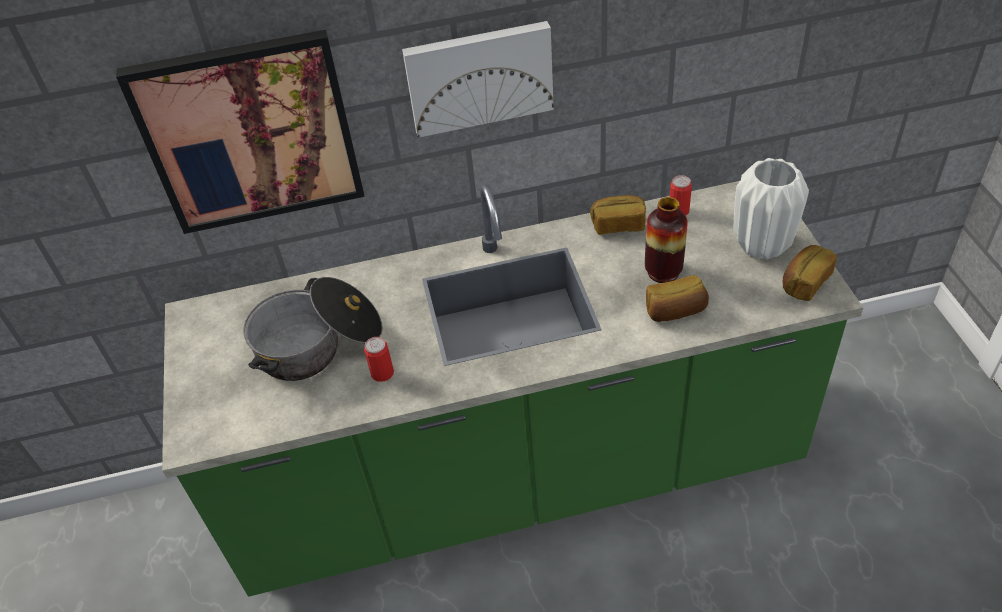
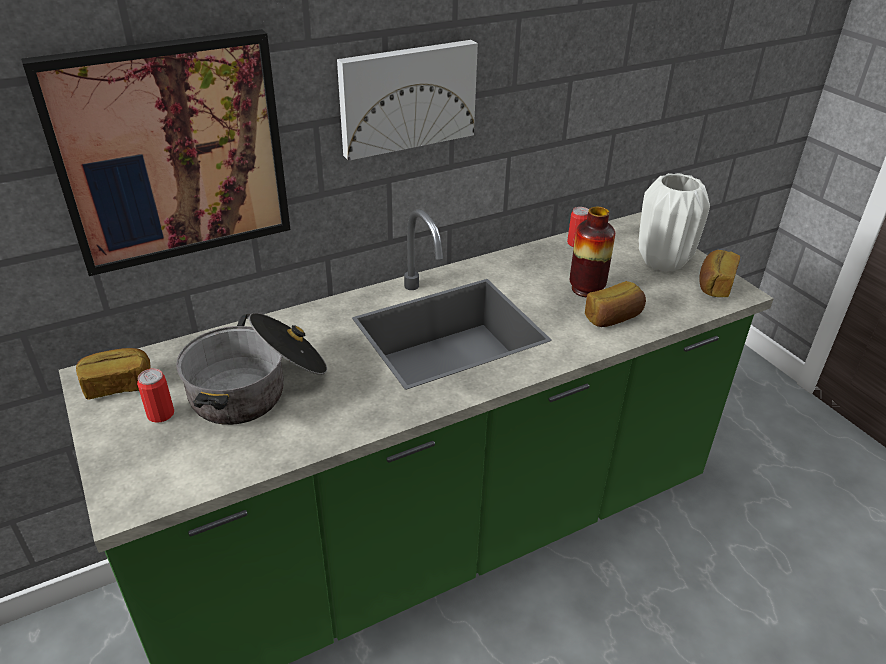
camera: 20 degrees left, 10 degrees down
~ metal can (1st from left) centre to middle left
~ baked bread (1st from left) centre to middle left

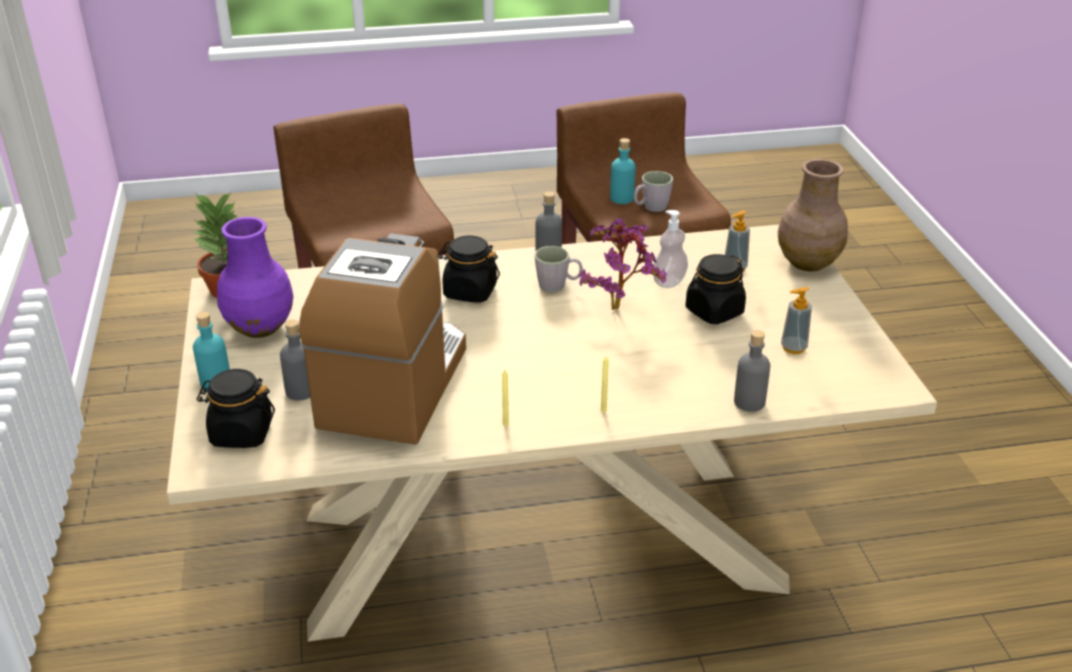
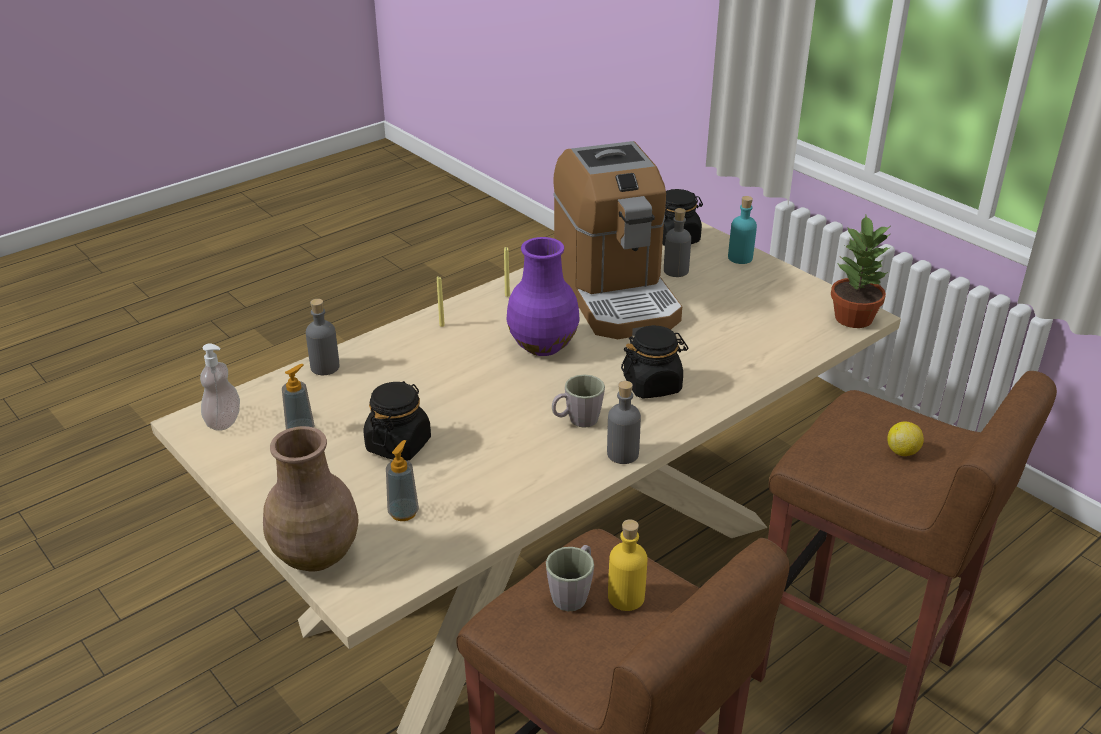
camera: 150 degrees right, 0 degrees up
~ purple-coloured flower vase middle left to centre
- plant in a pot (2nd from left) centre
~ turquoise-coloured beverage bottle (2nd from left) top centre to yellowish beverage bottle bottom centre
~ soap dispenser (1st from left) centre to middle left
+ lemon middle right

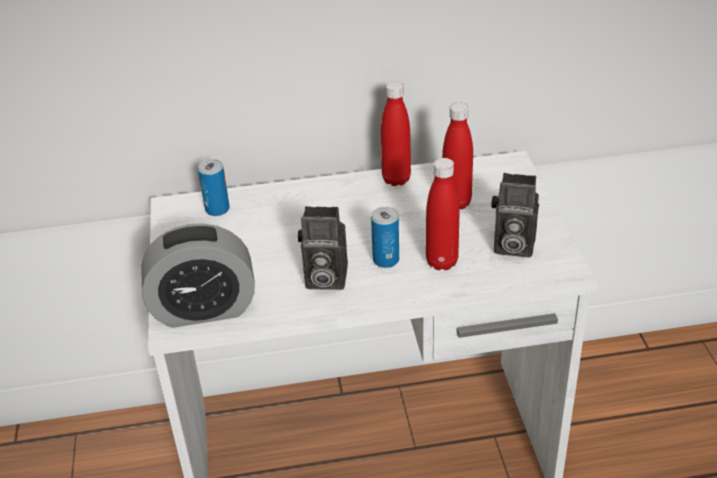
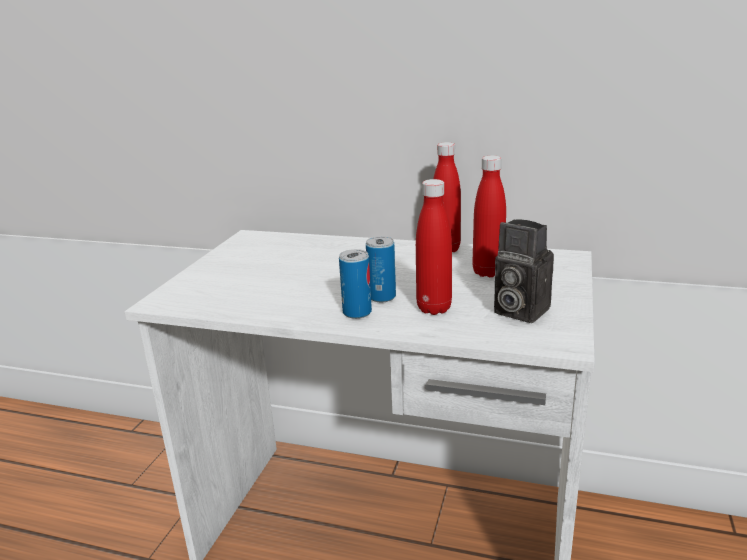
camera: 25 degrees right, 15 degrees down
- bedside clock middle left
~ metal can (1st from left) middle left to centre
- photo camera (1st from left) centre

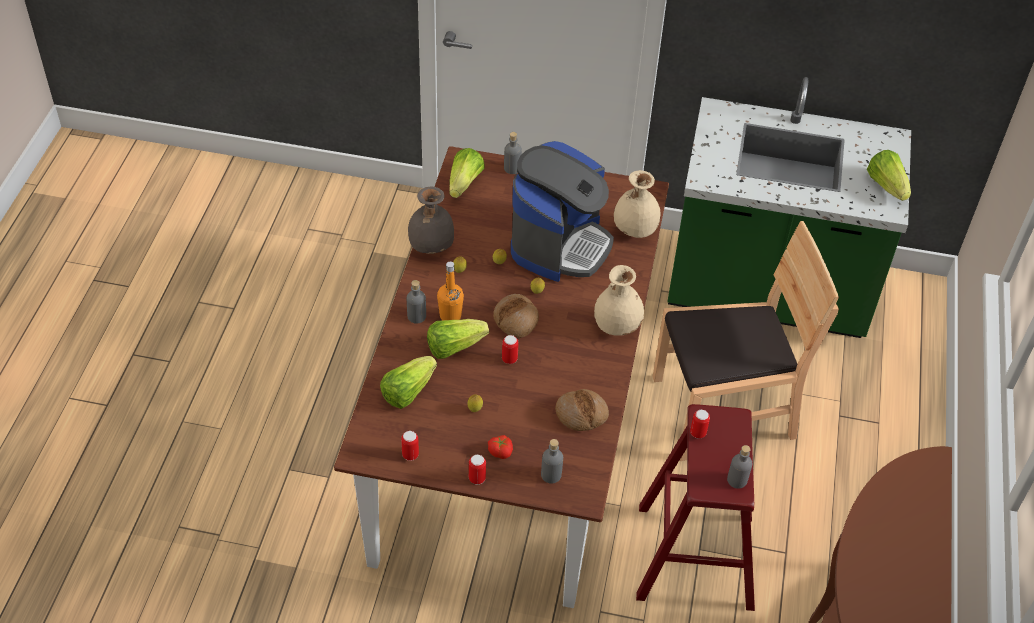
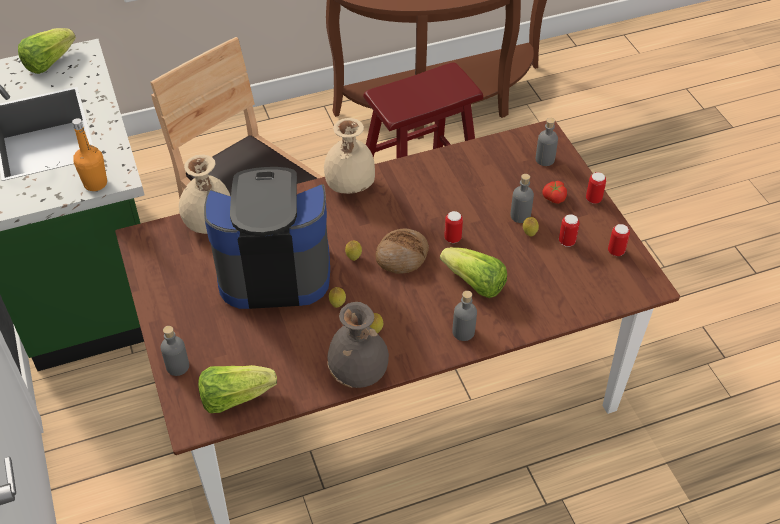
camera: 120 degrees left, 0 degrees up
- lettuce (1st from left) centre
~ orange-coloured beverage bottle centre to top left
- baked bread (2nd from left) centre
~ metal can (4th from left in the first image) bottom right to metal can (2nd from left) middle right
~ gray beverage bottle (4th from left in the first image) bottom right to gray beverage bottle (3rd from left) middle right

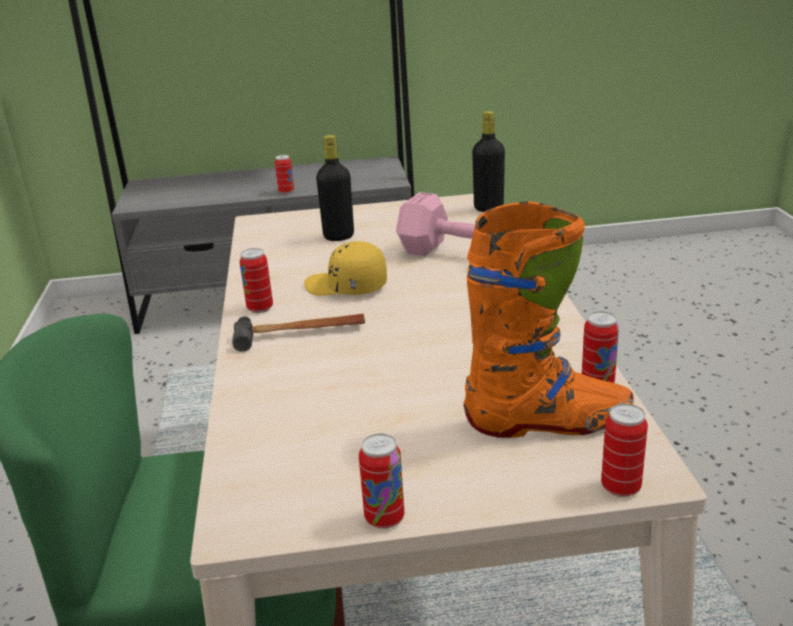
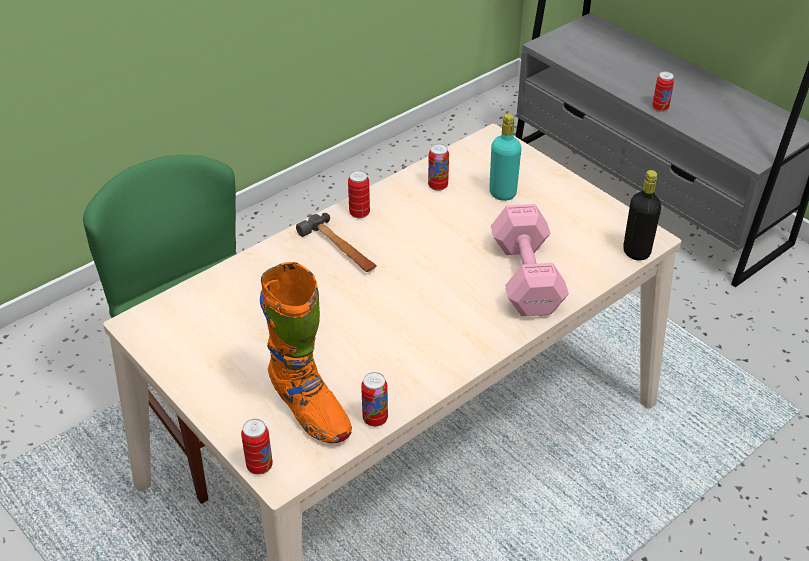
camera: 55 degrees right, 15 degrees up
- yellowish peaked cap centre
~ blackish beverage bottle (1st from left) top centre to turquoise-coloured beverage bottle top centre
~ metal can (3rd from left in the first image) bottom centre to metal can (4th from left) top centre

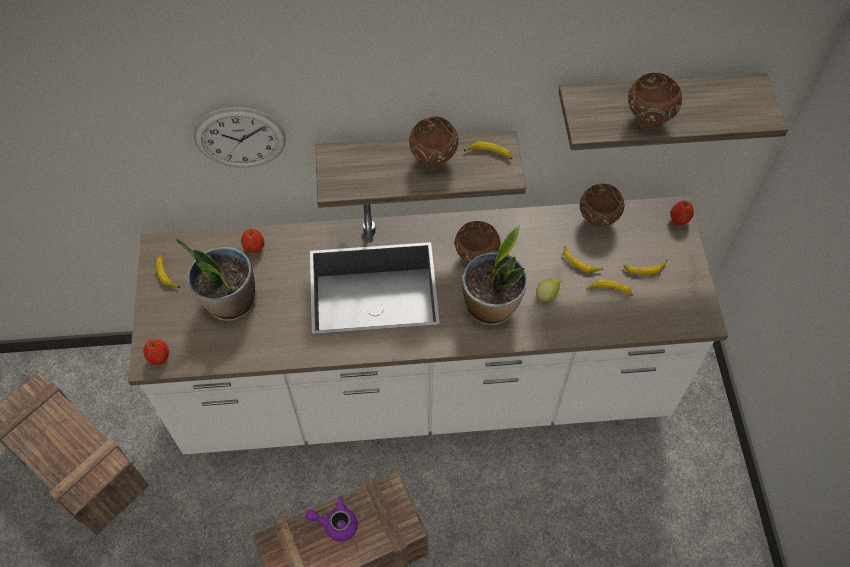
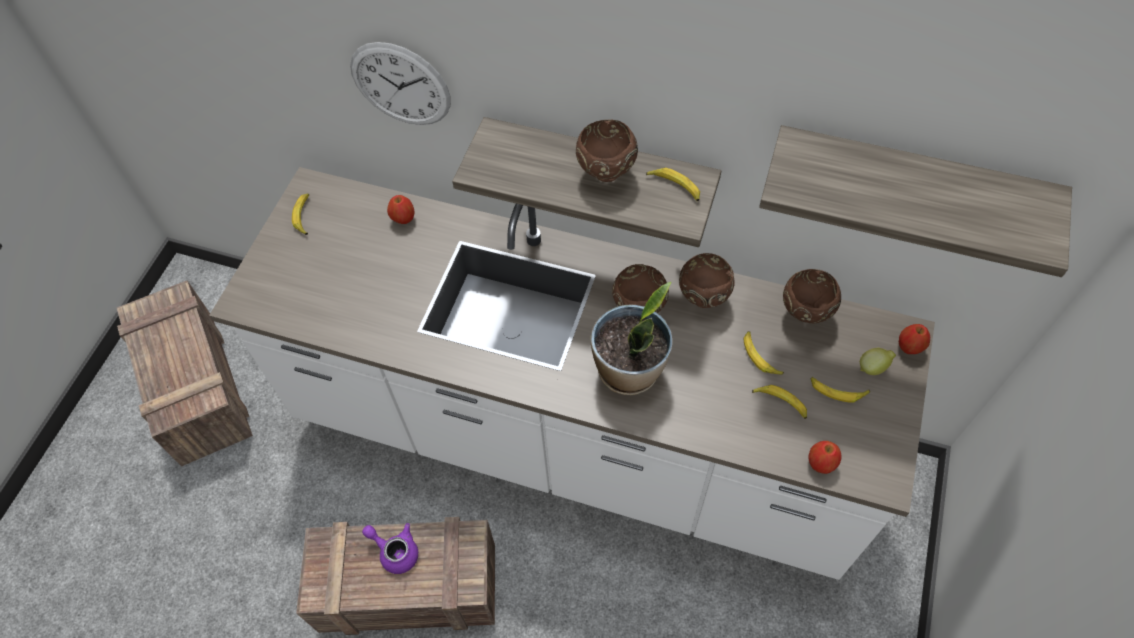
camera: 25 degrees right, 0 degrees up
~ apple fruit (1st from left in the first image) middle left to apple fruit (2nd from left) bottom right
- plant in a pot (1st from left) middle left
~ lemon centre to middle right
~ brownish deep dish (4th from left in the first image) top right to brownish deep dish (3rd from left) centre

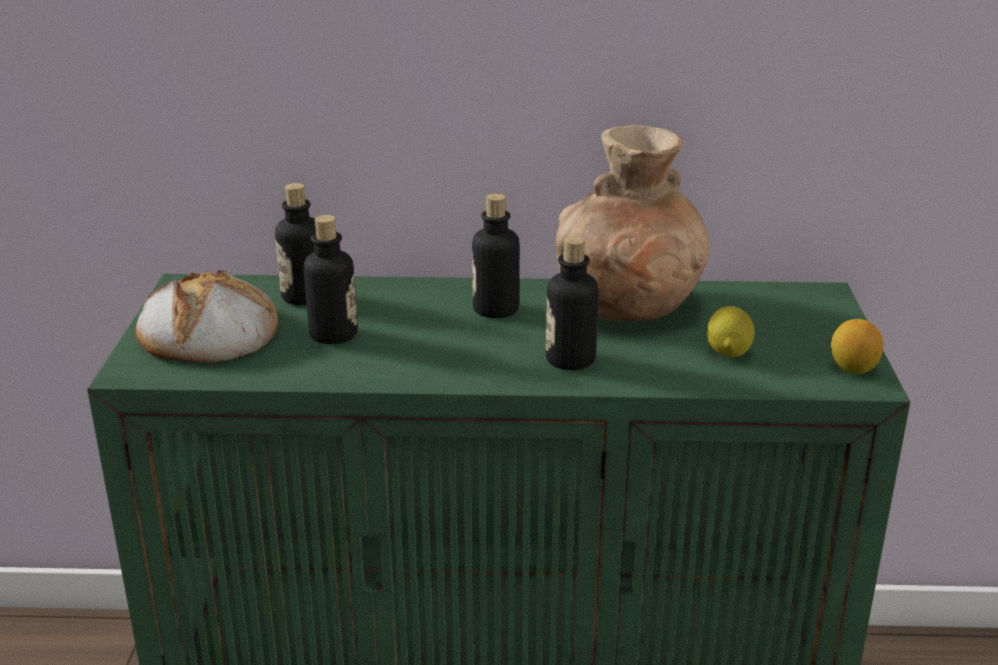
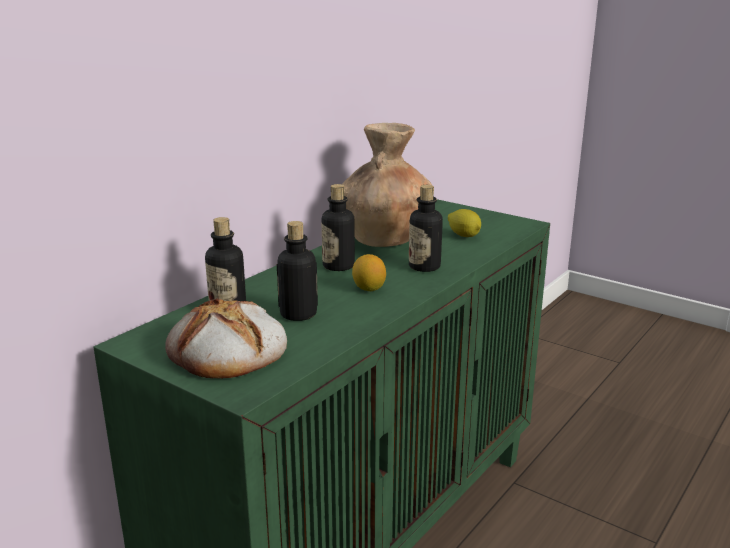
camera: 55 degrees left, 5 degrees down
~ lemon (2nd from left in the first image) middle right to lemon (1st from left) centre

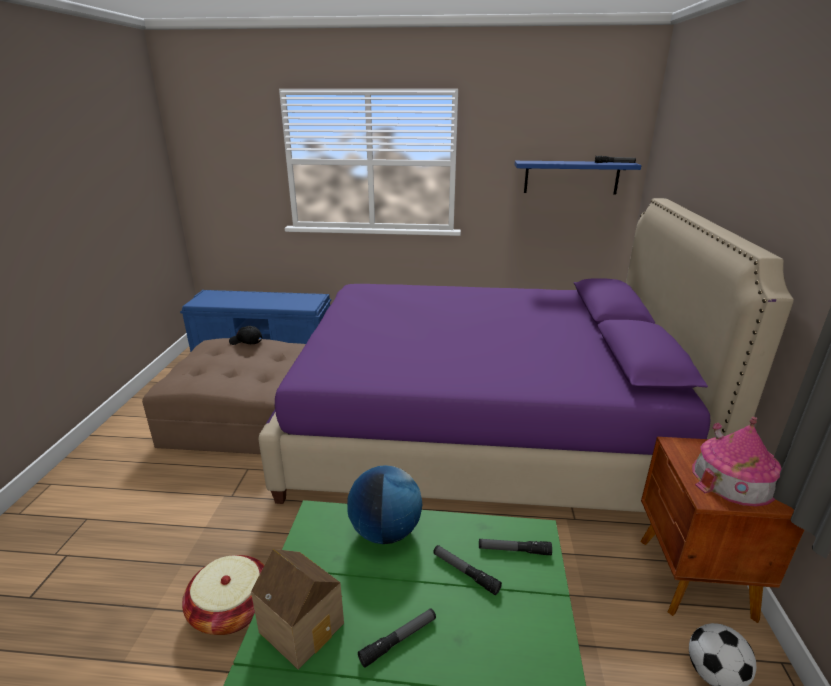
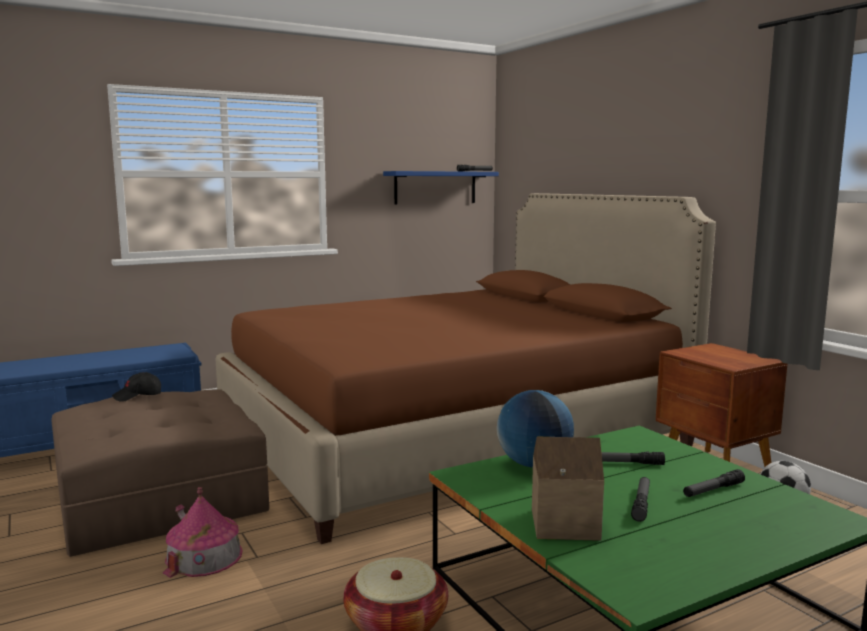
camera: 35 degrees left, 15 degrees down
~ purple-coloured bedroom bed centre to brownish bedroom bed centre
~ hand torch (3rd from left in the first image) bottom centre to hand torch (4th from left) bottom right
~ miniature house (2nd from left in the first image) bottom right to miniature house (1st from left) bottom left

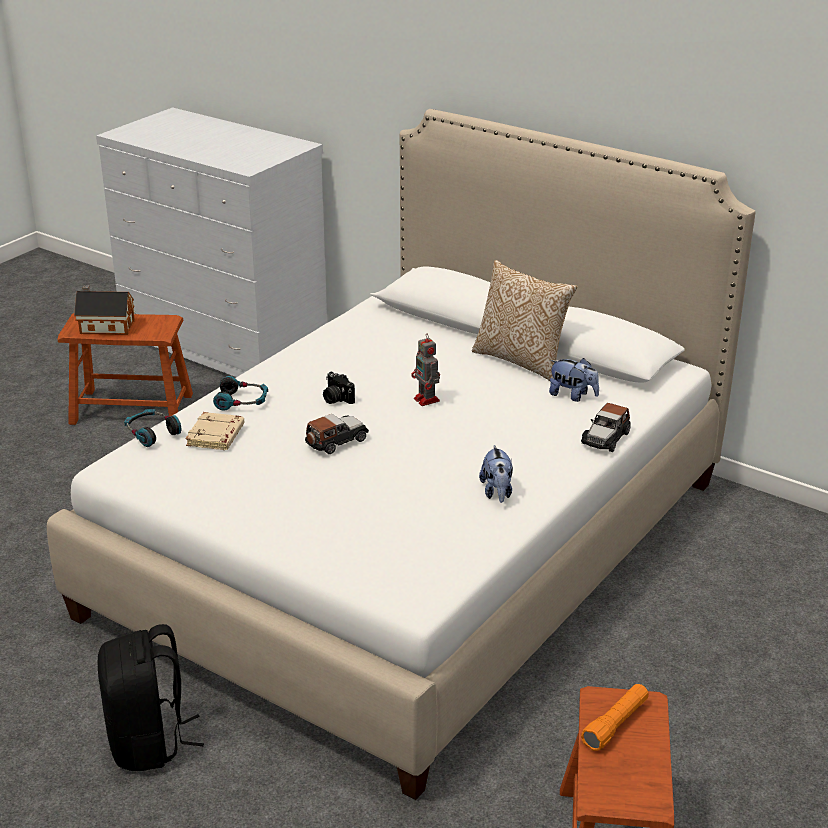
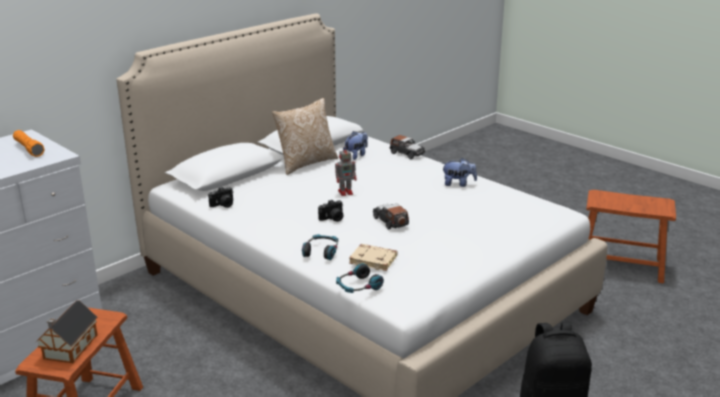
camera: 80 degrees left, 5 degrees down
~ orange-coloured hand torch bottom right to middle left
+ photo camera (1st from left) middle left

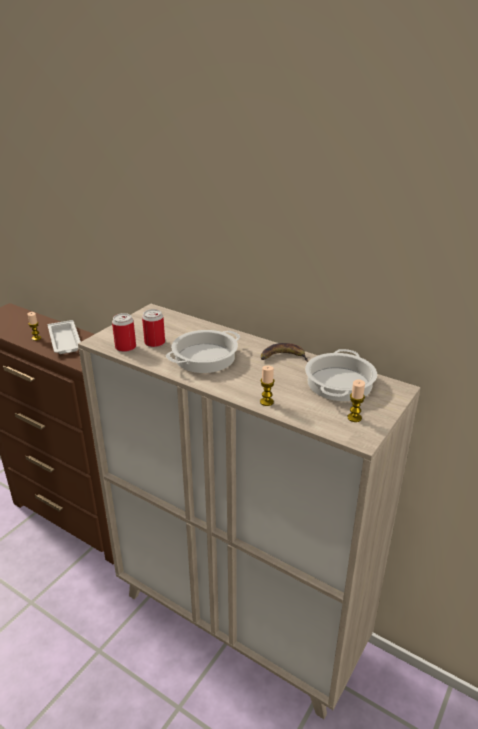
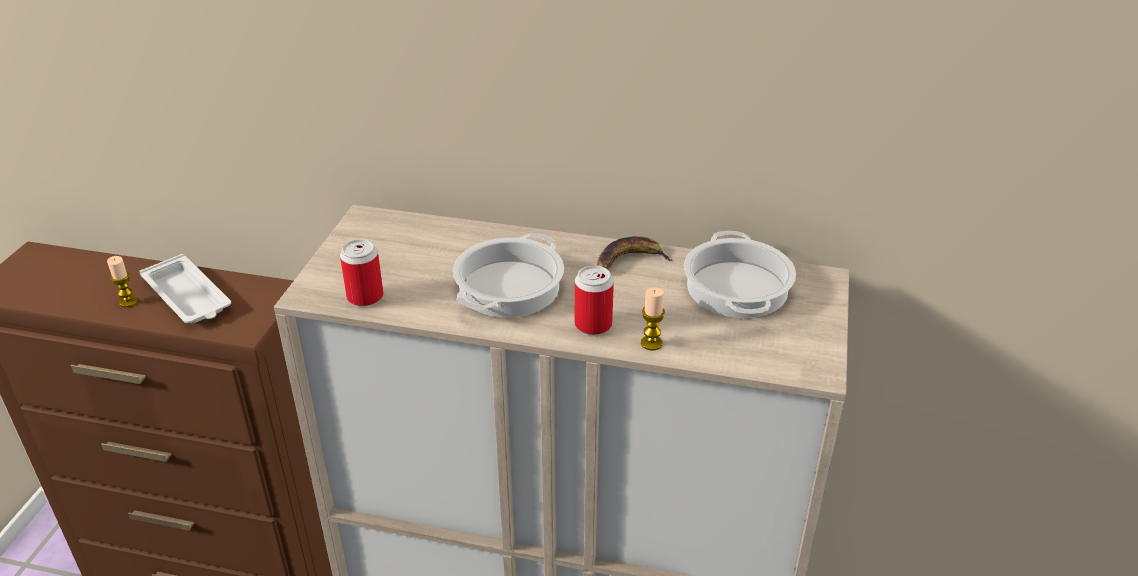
camera: 20 degrees left, 5 degrees up
~ metal can (2nd from left) middle left to centre
- wax candle (3rd from left) middle right

